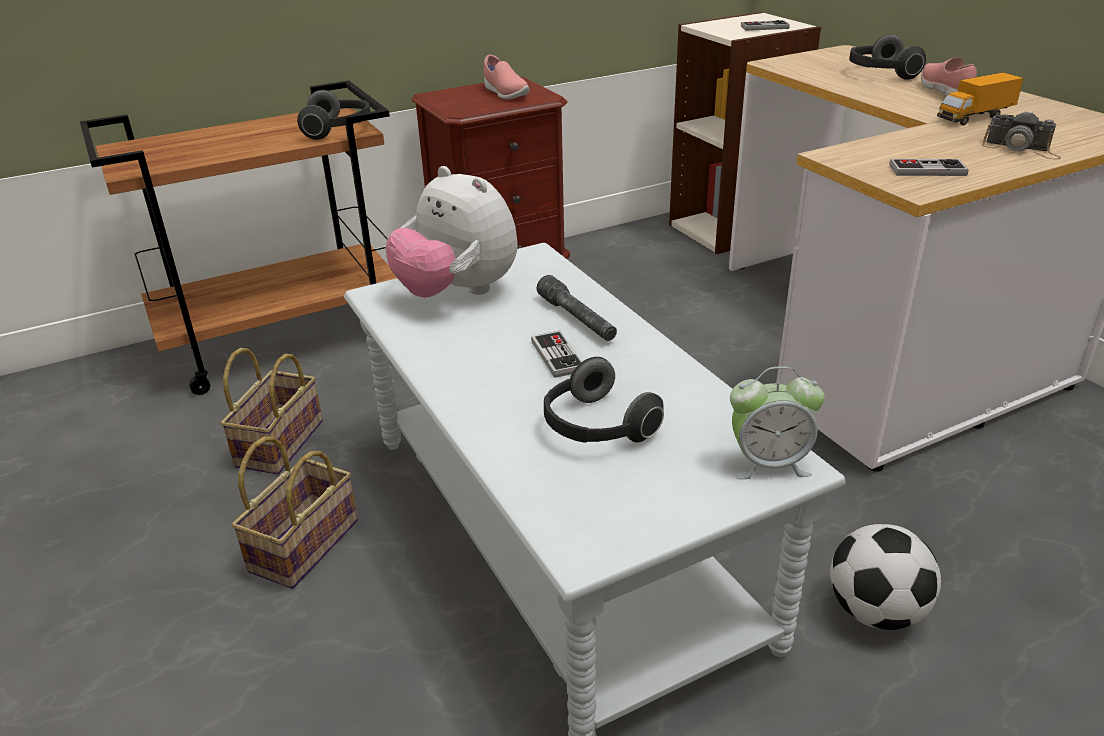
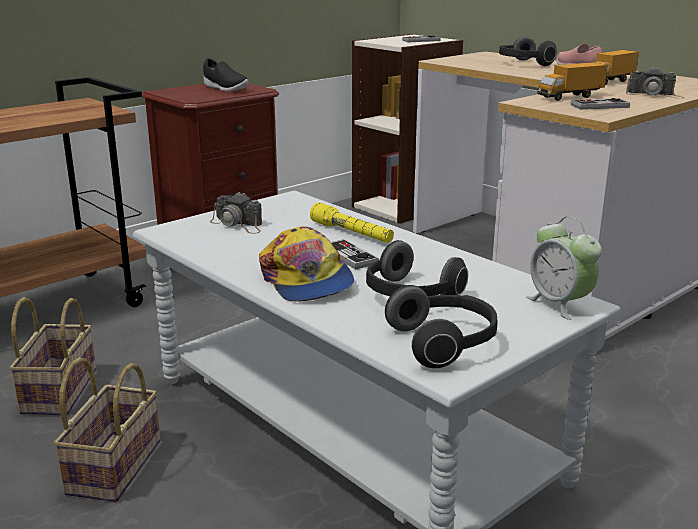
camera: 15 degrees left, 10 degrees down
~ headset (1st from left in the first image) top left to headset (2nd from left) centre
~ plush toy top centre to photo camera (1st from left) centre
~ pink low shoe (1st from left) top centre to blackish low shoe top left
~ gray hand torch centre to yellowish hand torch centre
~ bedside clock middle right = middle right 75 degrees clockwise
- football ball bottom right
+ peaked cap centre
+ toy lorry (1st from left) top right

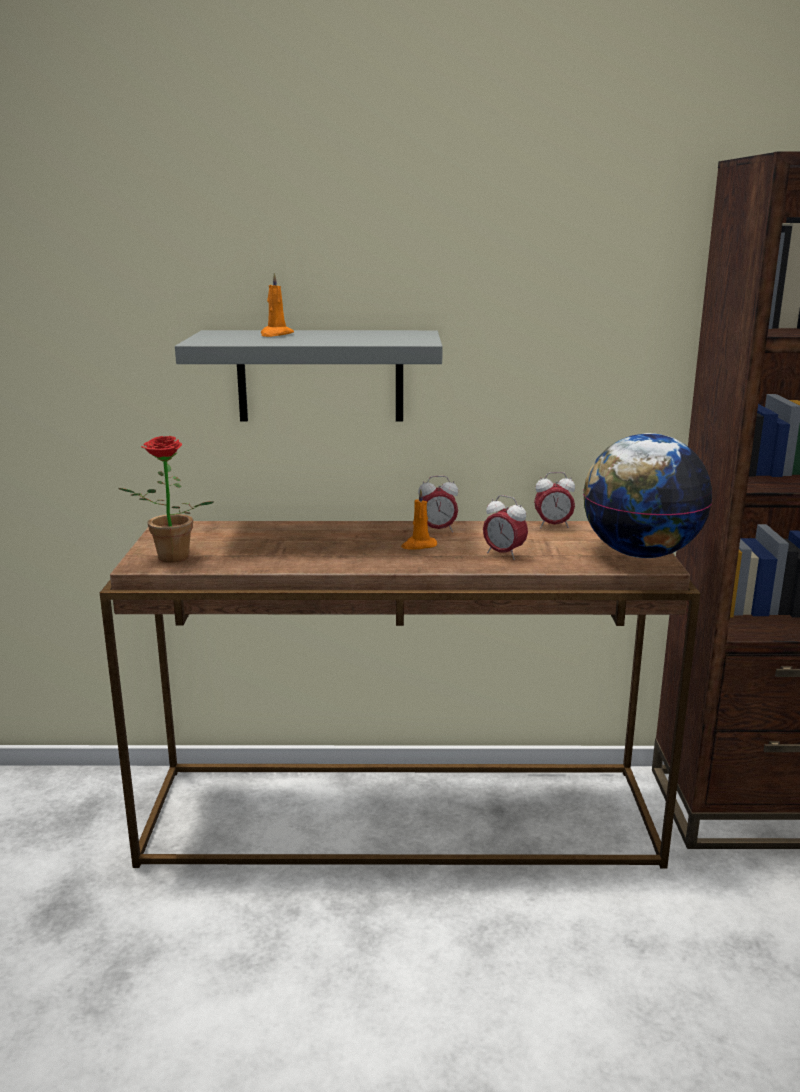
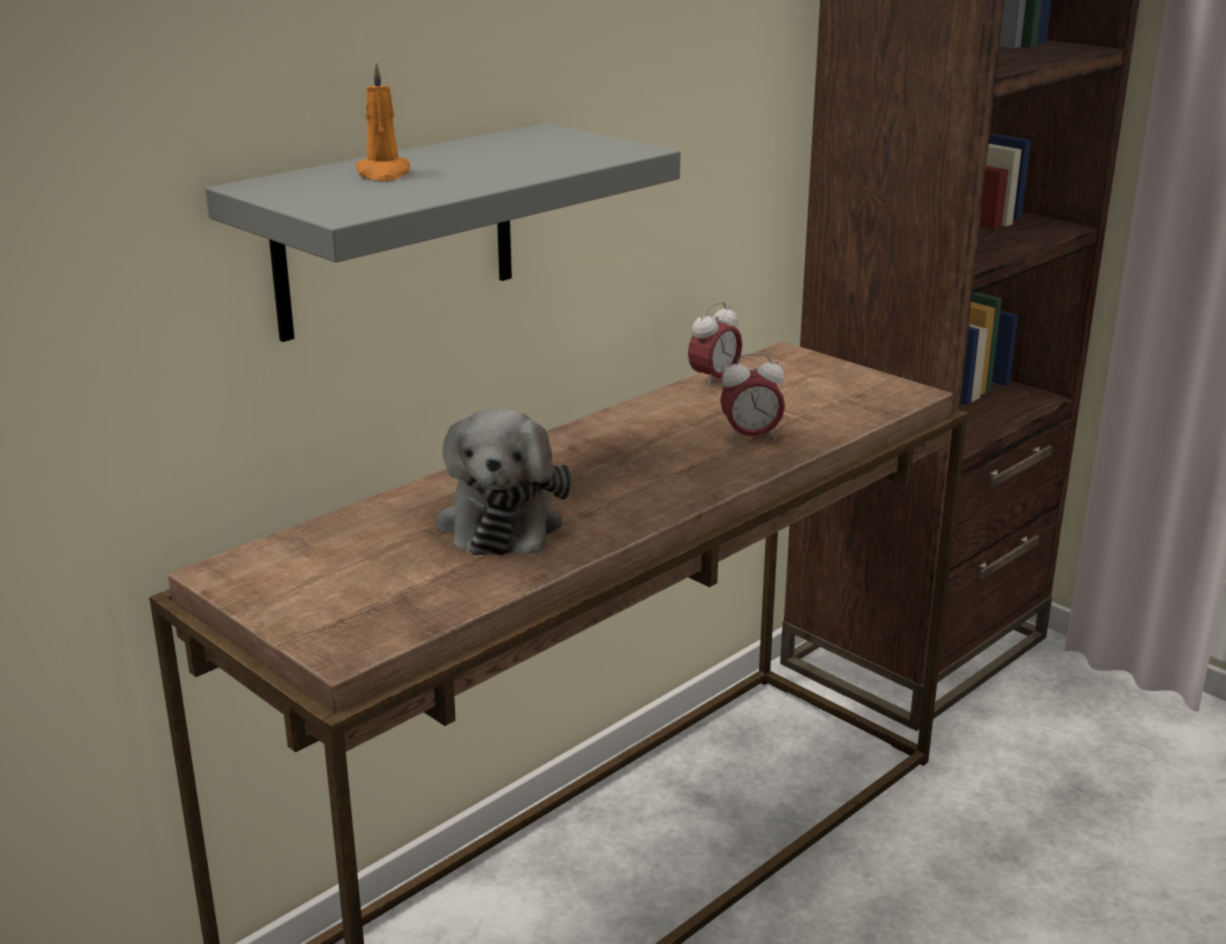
camera: 45 degrees left, 5 degrees up
- plant in a pot middle left
- orange-coloured wax candle (2nd from left) centre
- bedside clock (1st from left) centre
- desk globe middle right
+ plush toy centre

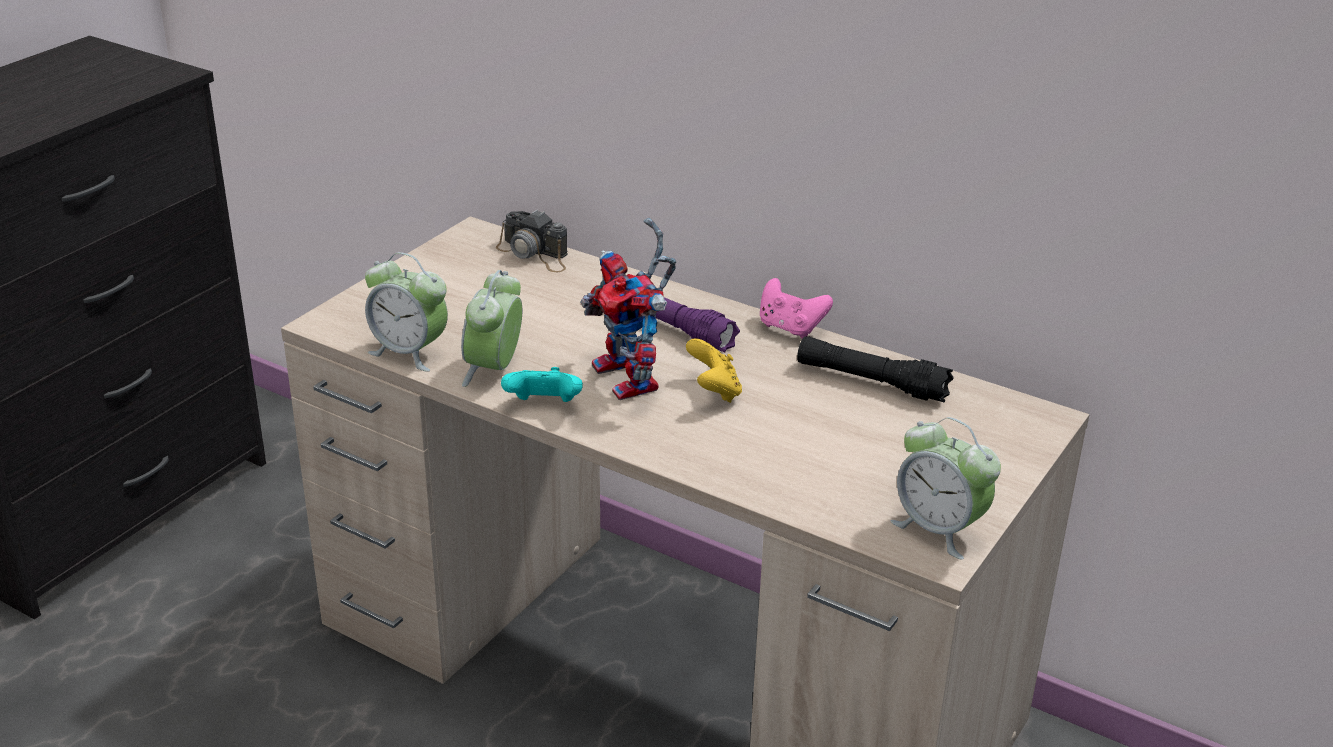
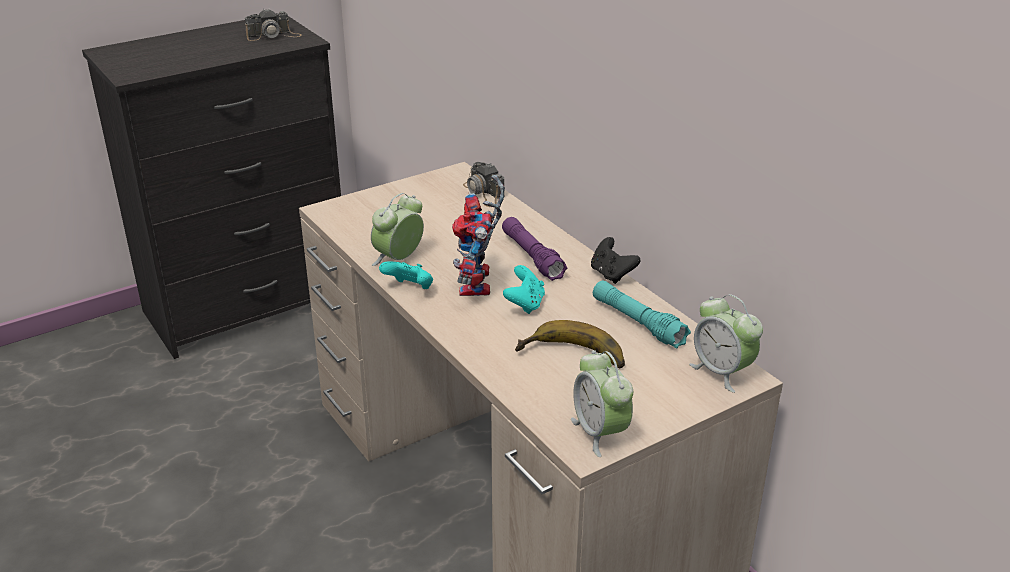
camera: 25 degrees right, 0 degrees up
~ bedside clock (1st from left in the first image) middle left to bedside clock (3rd from left) middle right
~ yellowish gamepad centre to turquoise-coloured gamepad (2nd from left) centre
~ pink gamepad centre to blackish gamepad centre
~ blackish hand torch centre to turquoise-coloured hand torch centre
+ photo camera (1st from left) top left
+ banana centre

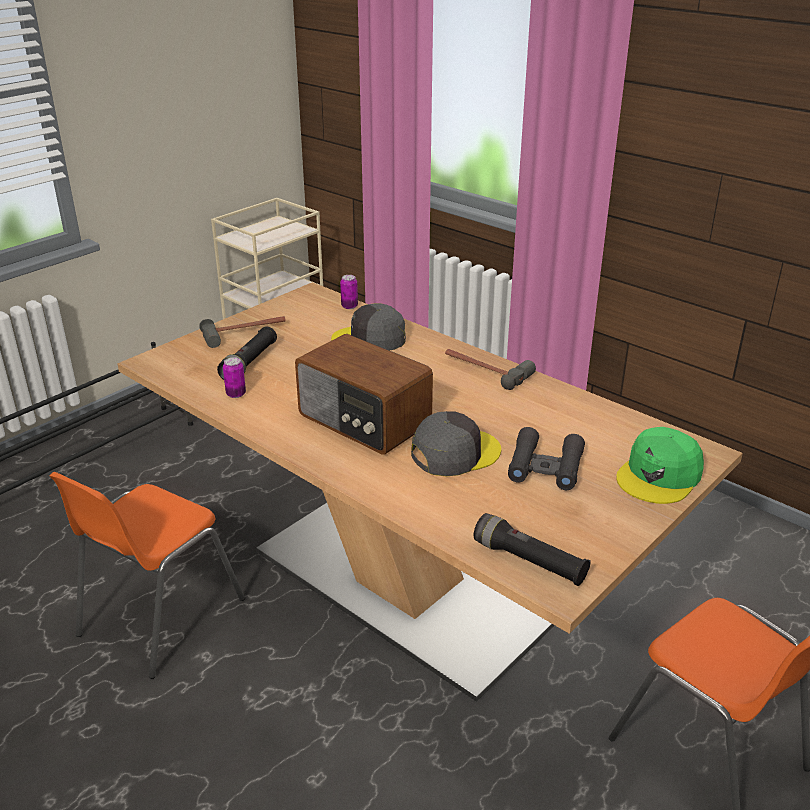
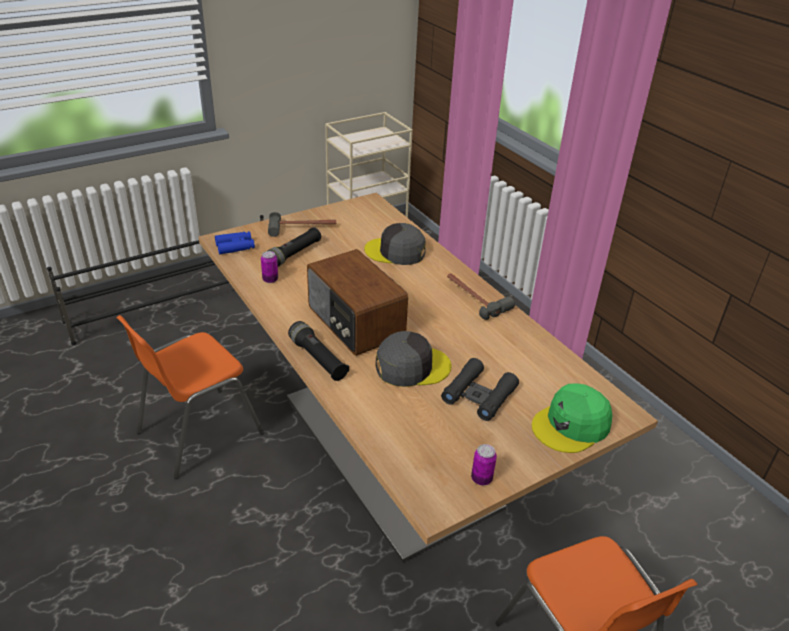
camera: 15 degrees right, 5 degrees up
~ metal can (2nd from left) centre to bottom centre
~ blackish hand torch (2nd from left) bottom centre to centre
+ blue-coloured pair of binoculars middle left

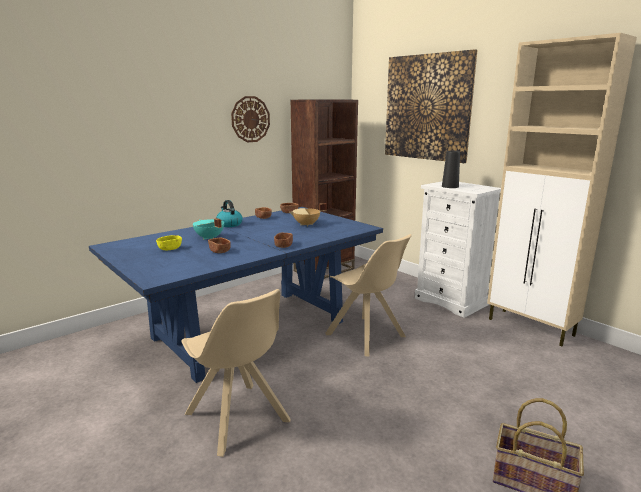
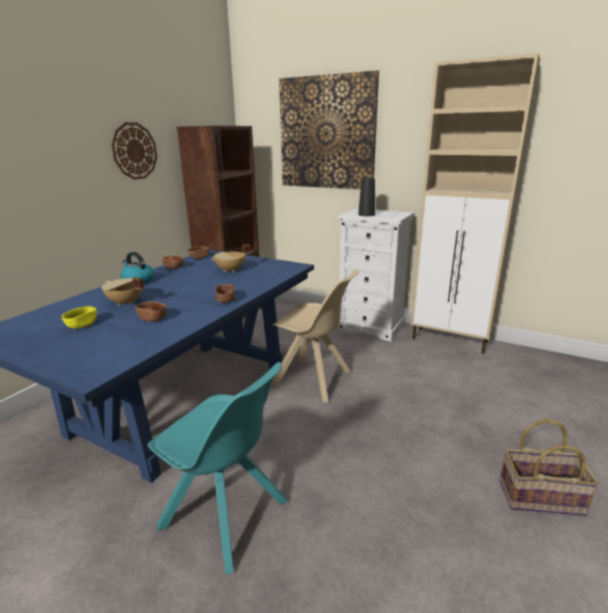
camera: 20 degrees left, 5 degrees up
~ beige-coloured upright chair (1st from left) bottom centre to turquoise-coloured upright chair bottom centre
~ turquoise-coloured stockpot middle left to beige-coloured stockpot (1st from left) middle left

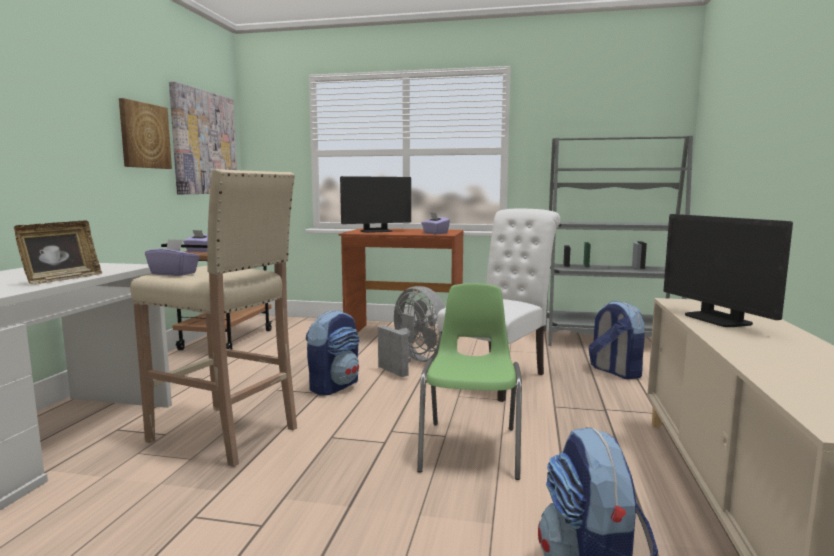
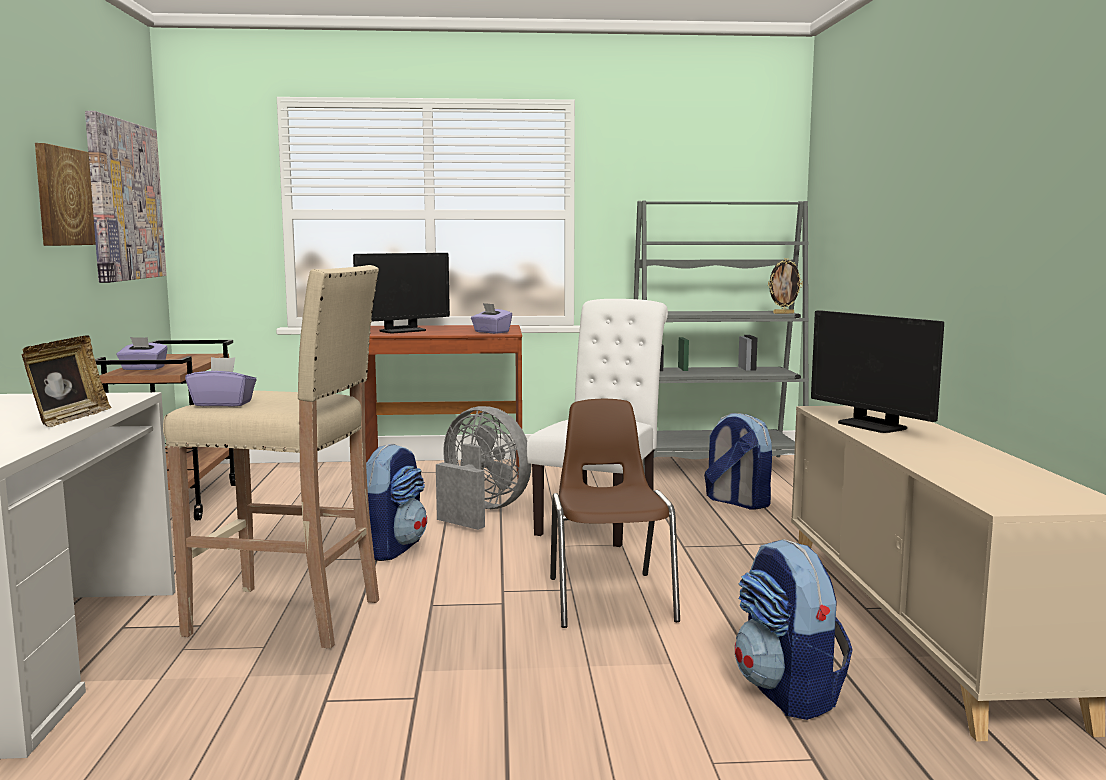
camera: 15 degrees left, 0 degrees up
~ green-coloured upright chair bottom centre to brownish upright chair centre
+ standing frame (2nd from left) middle right

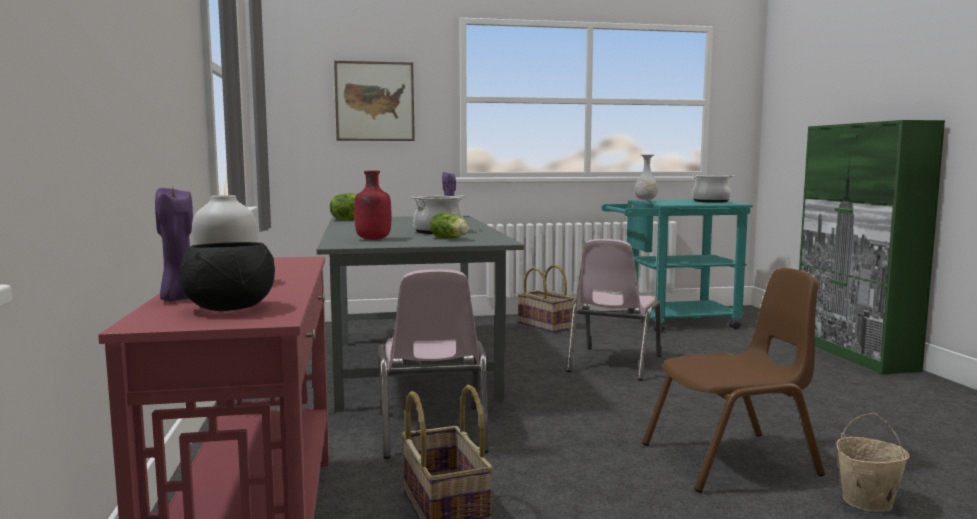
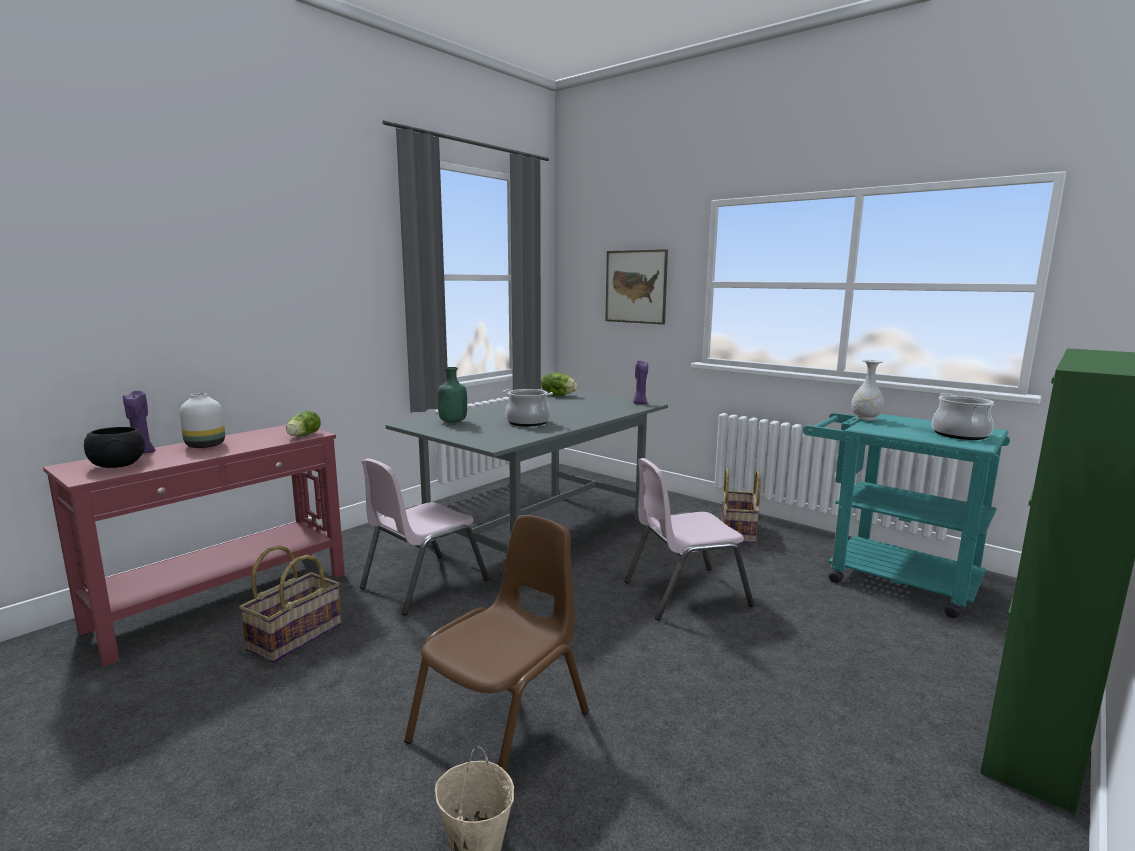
camera: 50 degrees right, 5 degrees up
~ red beverage bottle centre to green-coloured beverage bottle centre
~ lettuce (2nd from left in the first image) centre to lettuce (1st from left) middle left
~ brownish upright chair bottom right = bottom centre 90 degrees counterclockwise

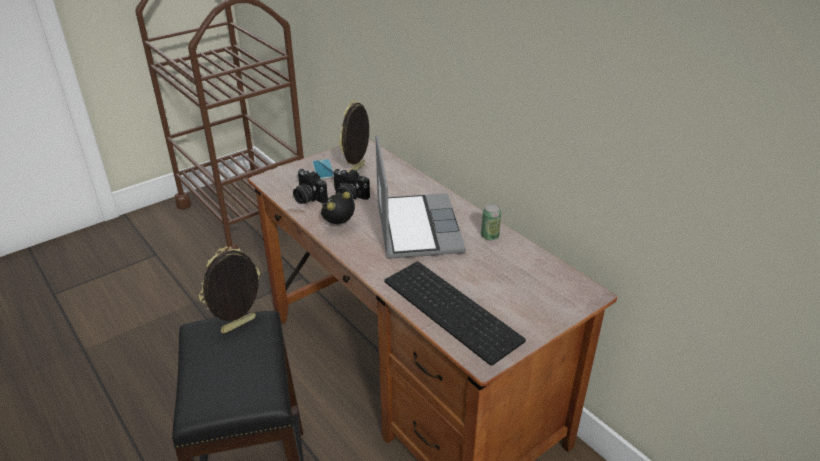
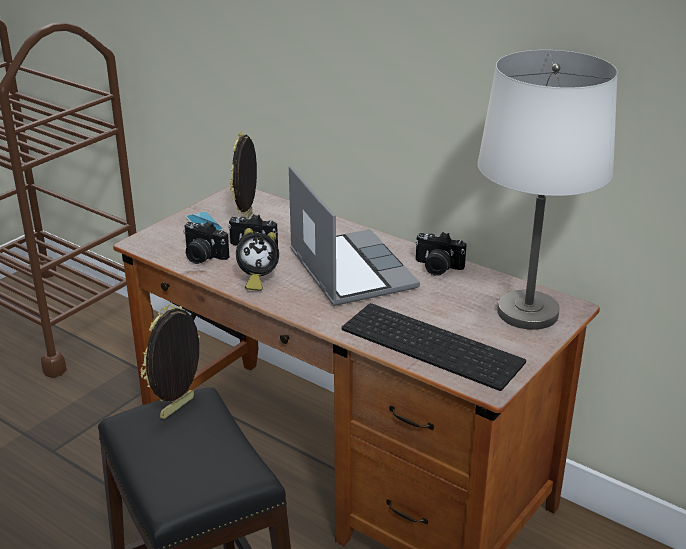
camera: 15 degrees left, 5 degrees down
~ bedside clock centre = centre 135 degrees counterclockwise
~ metal can centre to photo camera (3rd from left) centre
+ whitish tabletop lamp middle right

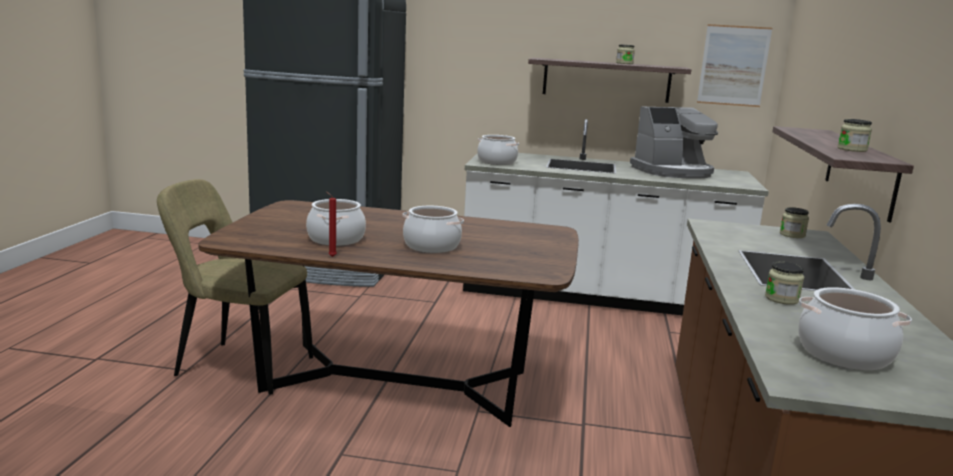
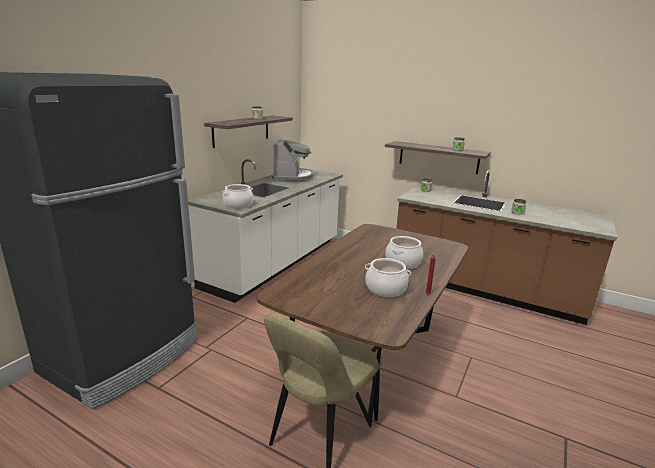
camera: 70 degrees left, 5 degrees up
- picture top right
- stockpot (4th from left) bottom right

